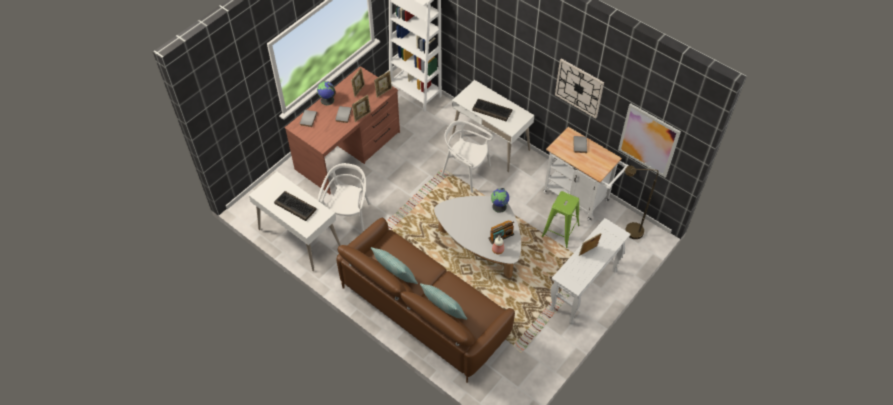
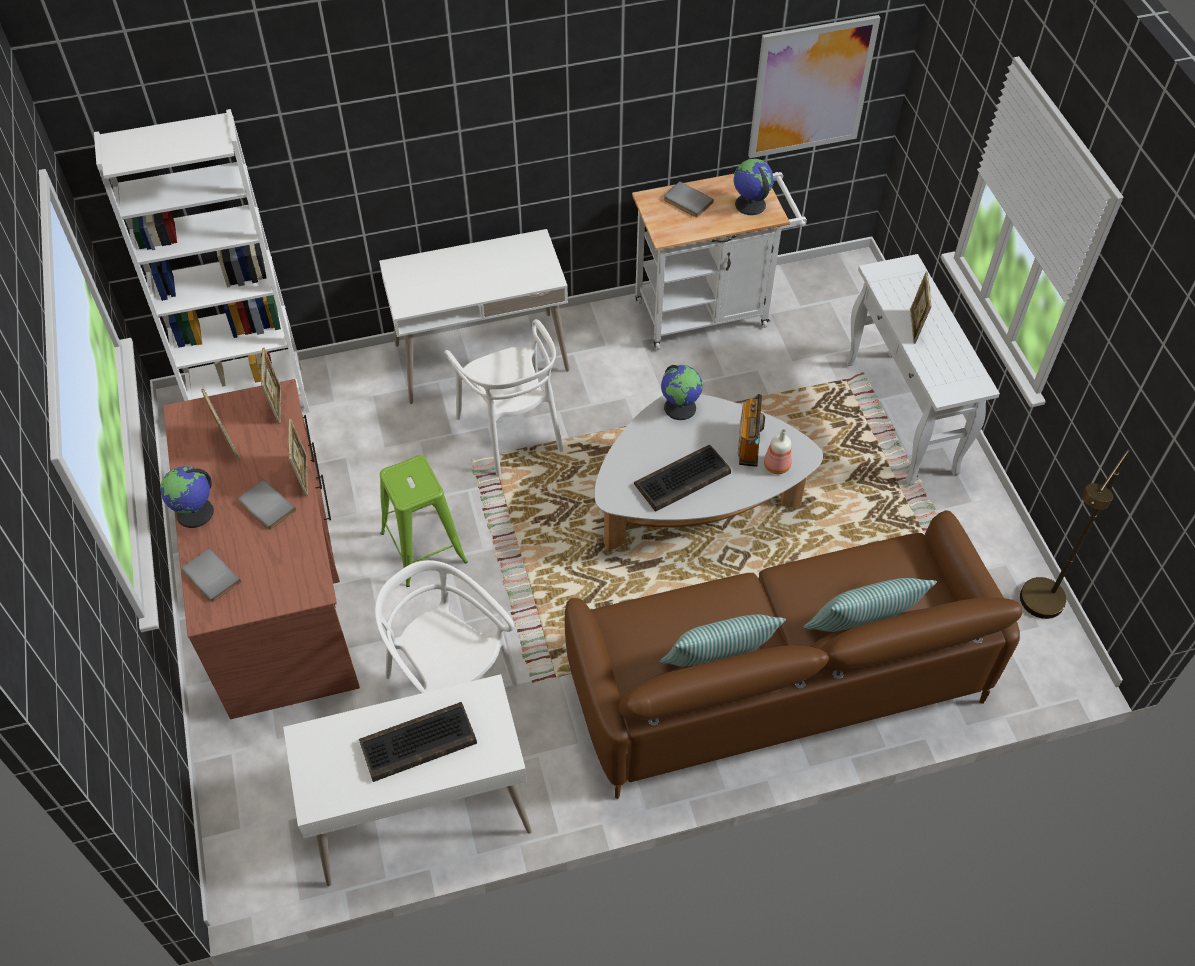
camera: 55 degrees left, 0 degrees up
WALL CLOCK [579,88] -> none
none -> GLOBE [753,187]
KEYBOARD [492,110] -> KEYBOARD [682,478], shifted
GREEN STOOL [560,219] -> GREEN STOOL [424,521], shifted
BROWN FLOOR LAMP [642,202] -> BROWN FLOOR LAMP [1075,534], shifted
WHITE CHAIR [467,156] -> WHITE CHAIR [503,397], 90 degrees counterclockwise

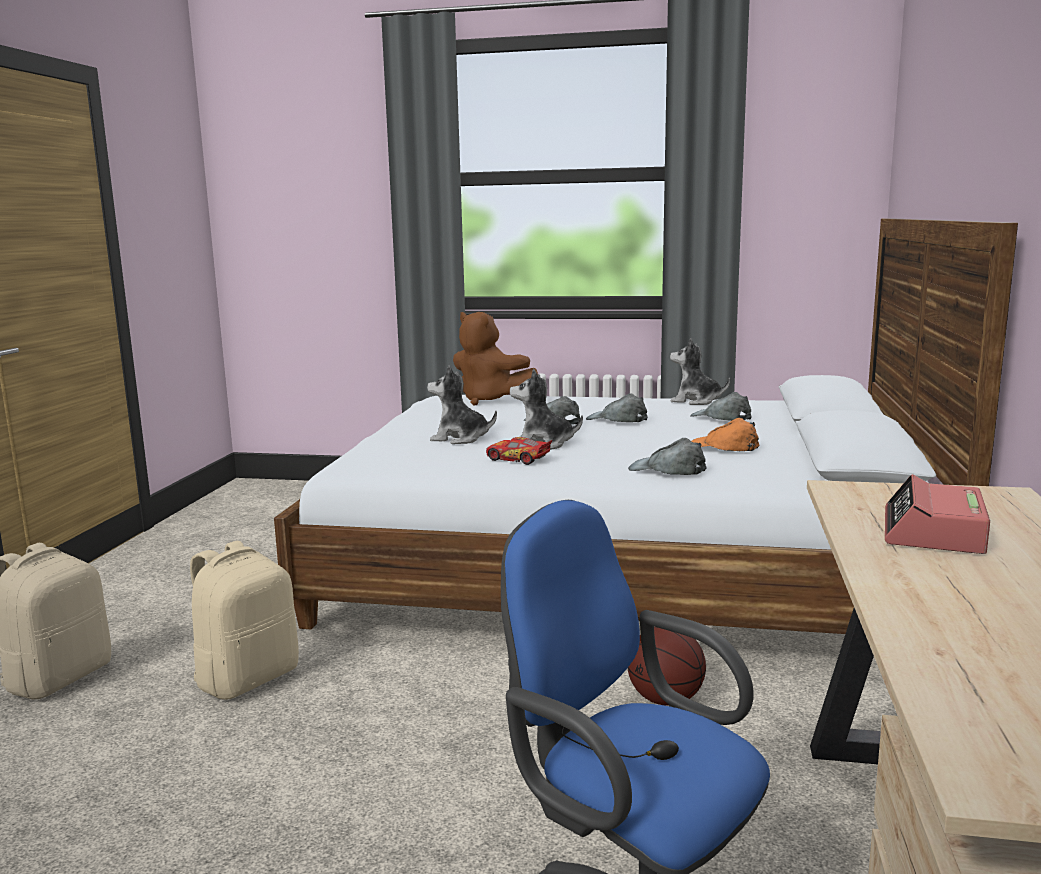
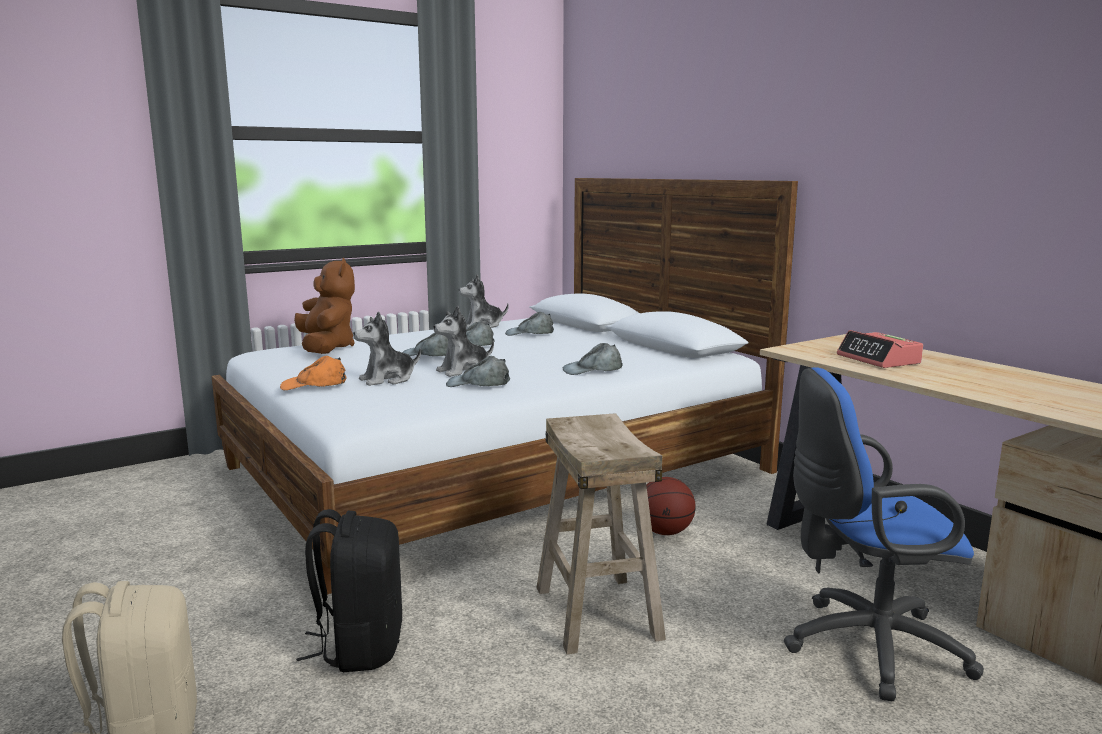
camera: 45 degrees left, 0 degrees up
none -> BEIGE STOOL [601,534]
ORANGE CAP [725,434] -> ORANGE CAP [313,373], shifted
TOY CAR [519,451] -> GREY CAP [478,371]
BEIGE BACKPACK [244,620] -> BLACK BACKPACK [349,590]
BROWN PLUSH TOY [495,359] -> BROWN PLUSH TOY [324,306], 105 degrees counterclockwise

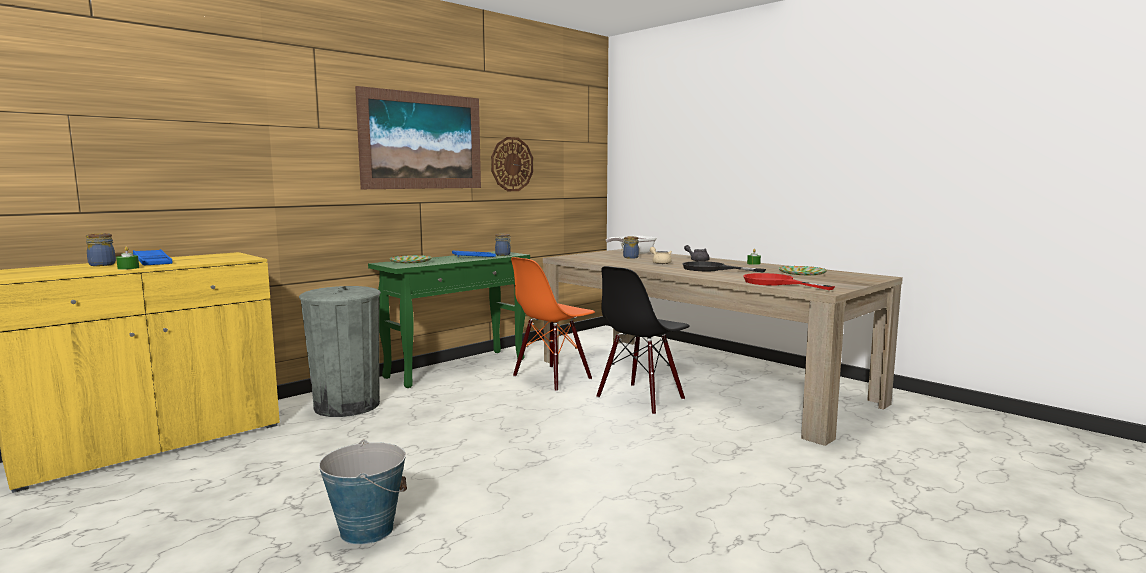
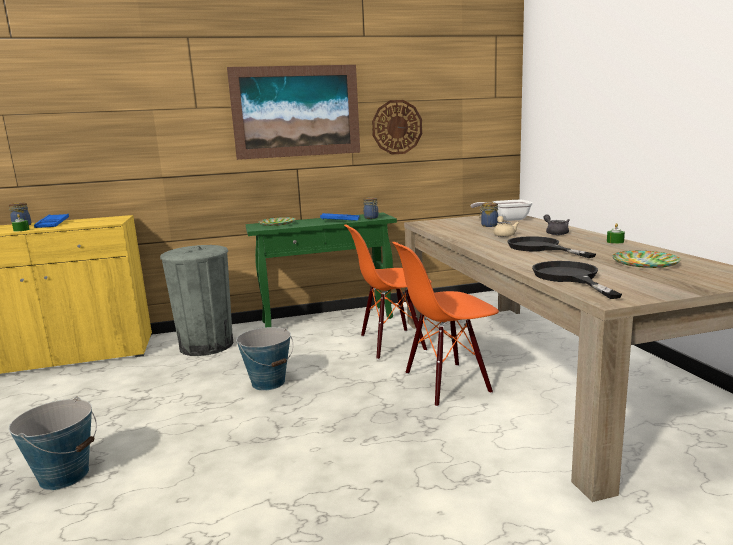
camera: 30 degrees right, 5 degrees up
none -> BUCKET [264,359]
BLACK CHAIR [643,340] -> ORANGE CHAIR [445,324]
RED FRYING PAN [789,281] -> BLACK FRYING PAN [577,280]

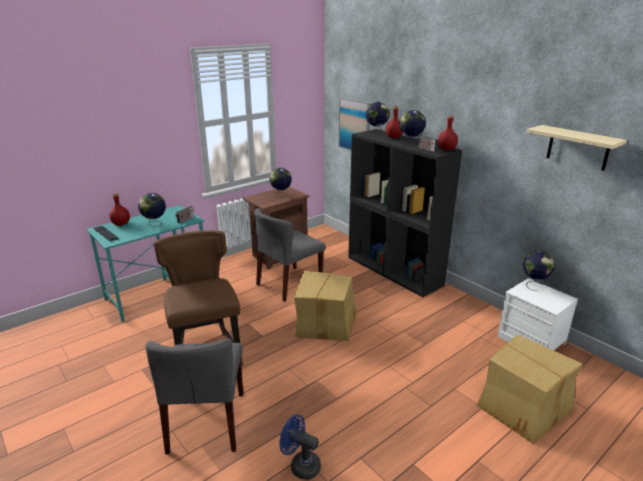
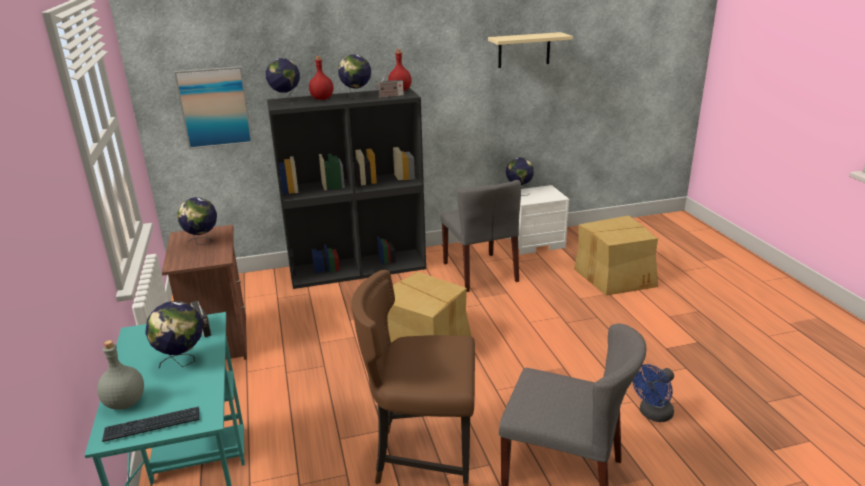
camera: 65 degrees left, 0 degrees up
GREY CHAIR [289,255] -> GREY CHAIR [481,236], shifted
RED BOTTLE [119,209] -> GREY BOTTLE [120,375]

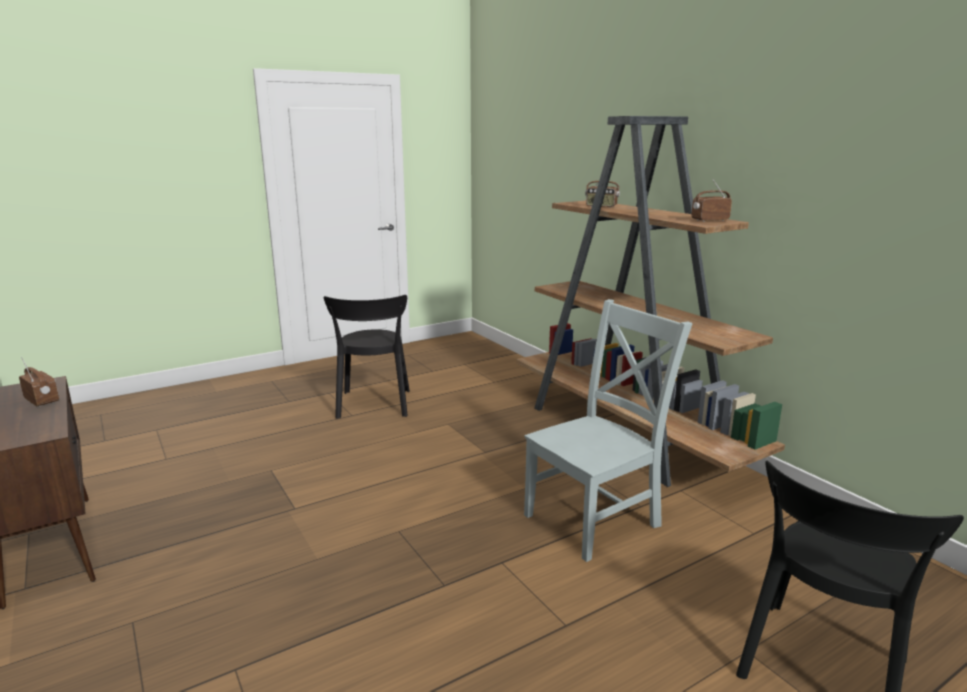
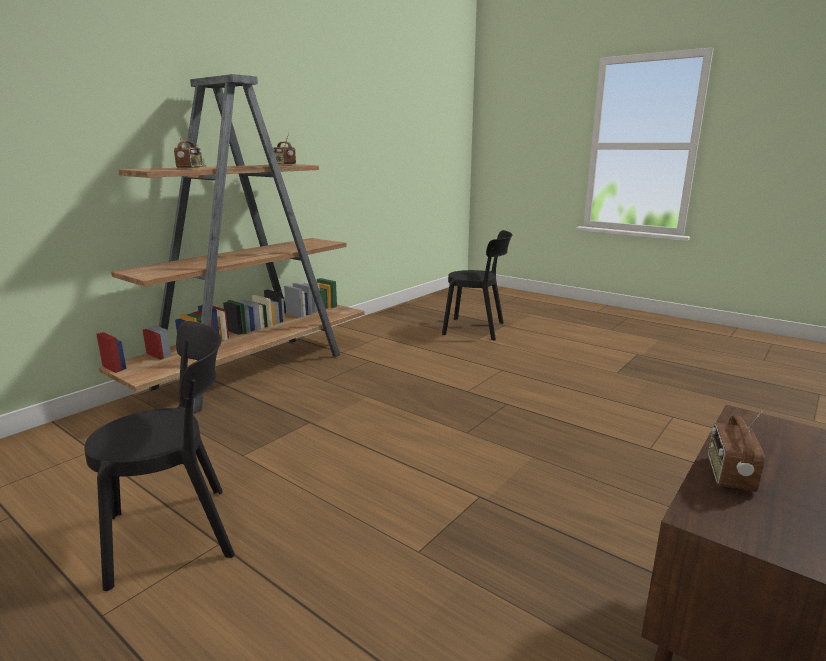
camera: 110 degrees left, 0 degrees up
GREY CHAIR [608,430] -> none

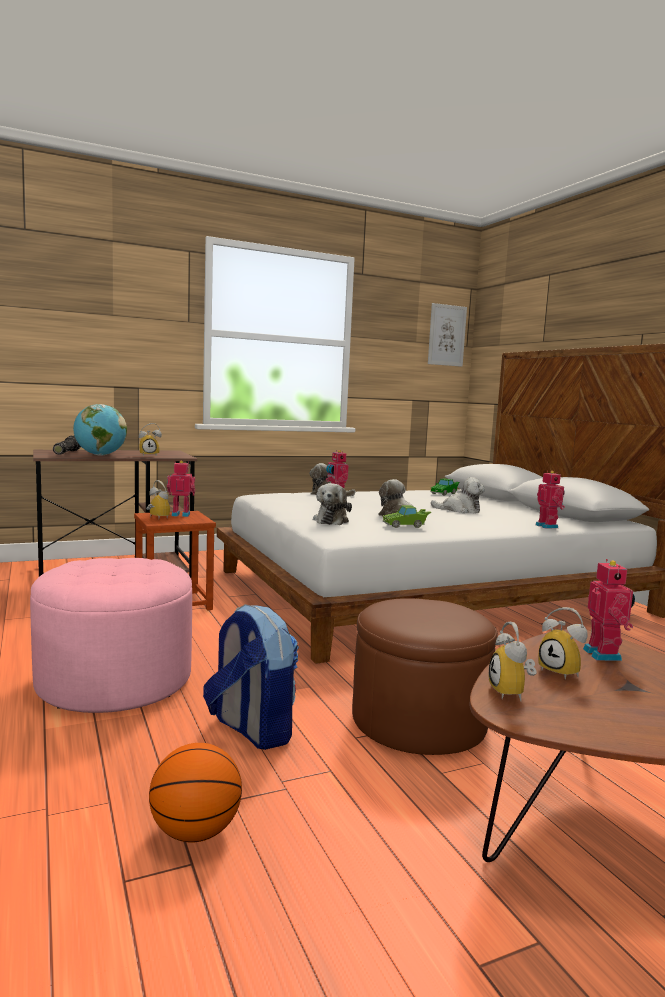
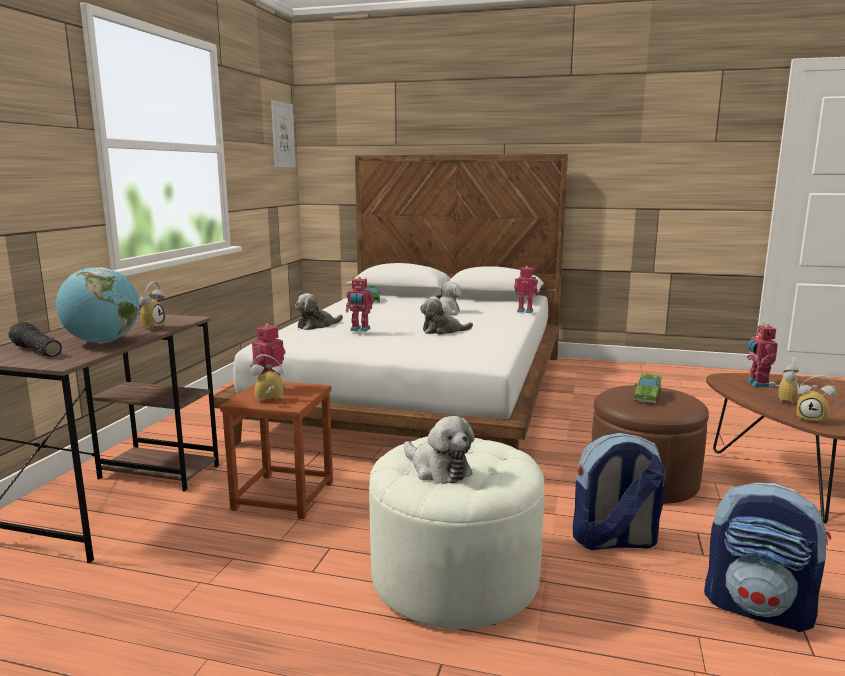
camera: 50 degrees left, 5 degrees up
PLUSH TOY [332,504] -> PLUSH TOY [439,450], shifted
GREEN TOY CAR [407,516] -> GREEN TOY CAR [648,388], shifted
BASKETBALL [195,793] -> BACKPACK [767,557]
PINK OTTOMAN [111,635] -> WHITE OTTOMAN [456,532]
ALARM CLOCK [563,643] -> ALARM CLOCK [784,381], 60 degrees counterclockwise
TOY ROBOT [609,610] -> TOY ROBOT [762,355], 120 degrees counterclockwise

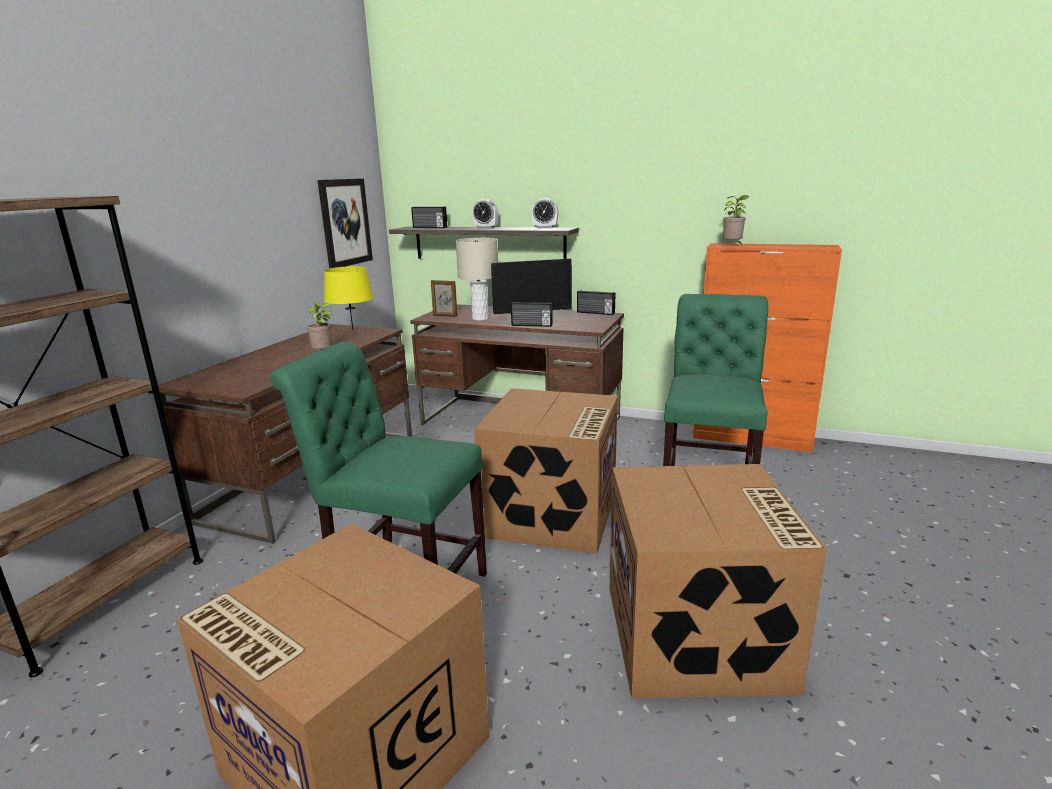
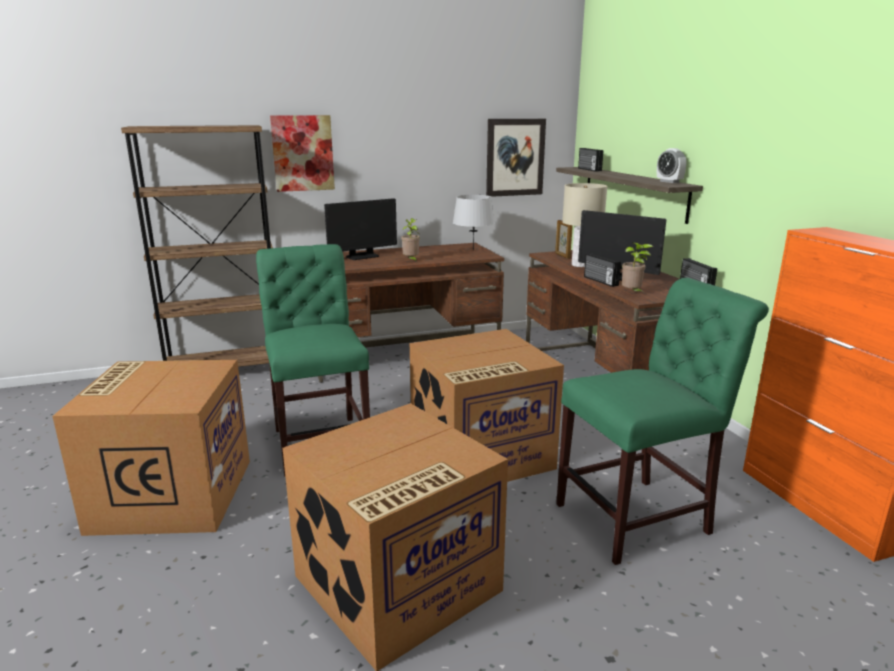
camera: 50 degrees right, 0 degrees up
ALARM CLOCK [485,214] -> none
none -> PICTURE [302,153]
none -> MONITOR [360,229]
POTTED PLANT [736,219] -> POTTED PLANT [637,268], shifted
YELLOW TABLE LAMP [349,298] -> GREY TABLE LAMP [474,222]

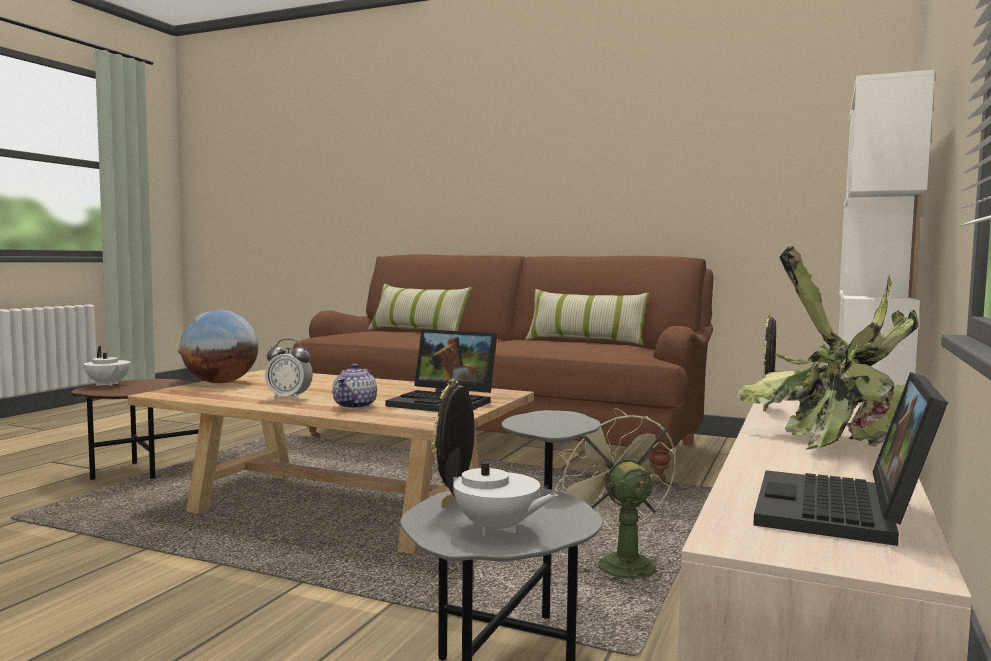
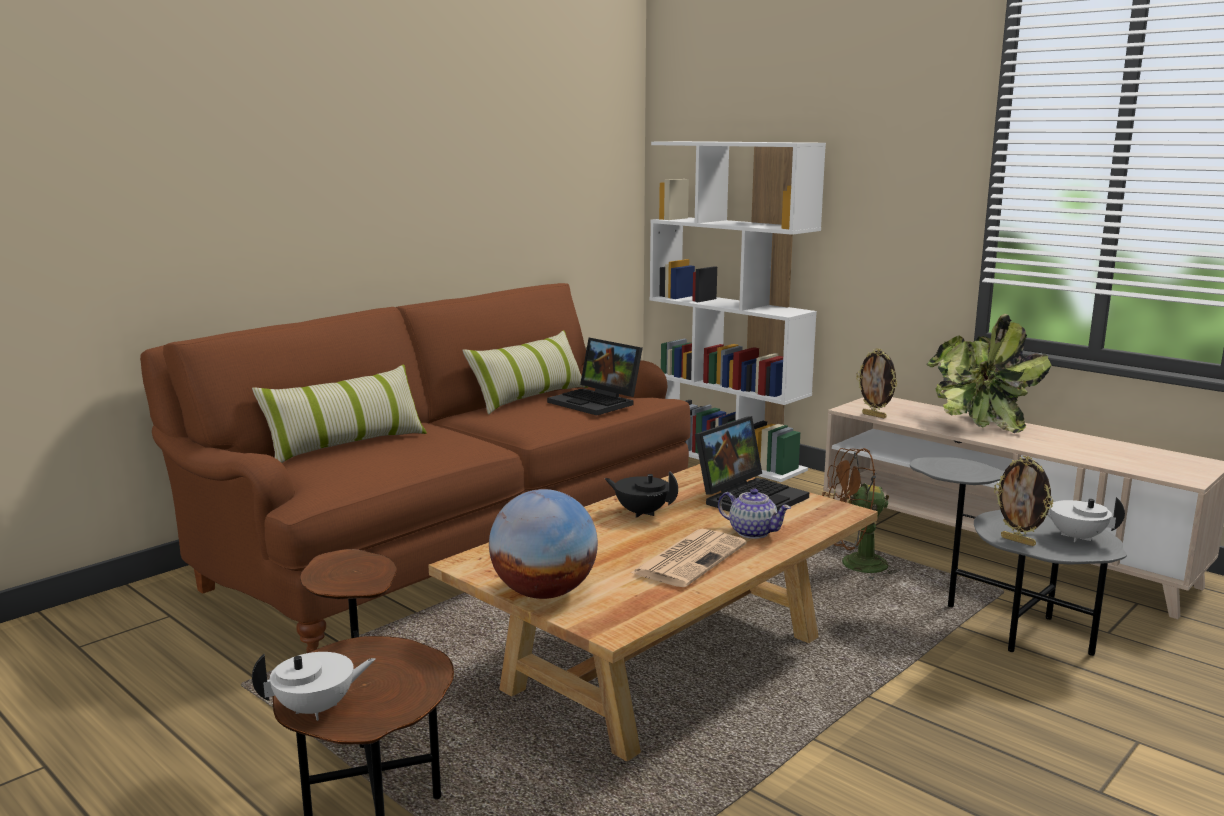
camera: 70 degrees left, 10 degrees up
none -> BLACK TEAPOT [641,494]
LAPTOP [850,459] -> LAPTOP [595,376], shifted
ALARM CLOCK [289,369] -> NEWSPAPER [689,558]
GREEN FAN [615,496] -> BROWN FAN [860,514]
WHITE TEAPOT [502,491] -> WHITE TEAPOT [1086,519], 105 degrees counterclockwise

